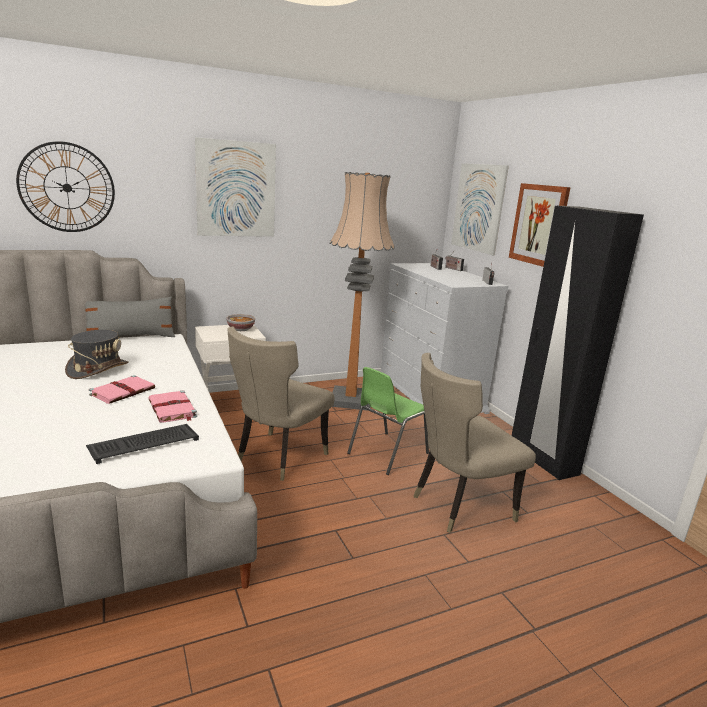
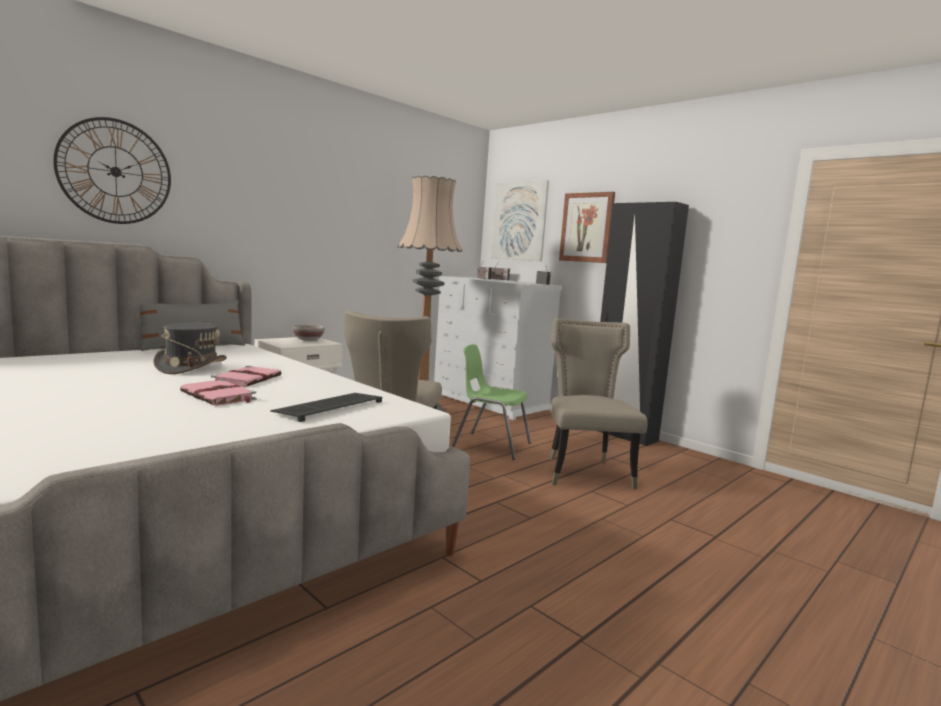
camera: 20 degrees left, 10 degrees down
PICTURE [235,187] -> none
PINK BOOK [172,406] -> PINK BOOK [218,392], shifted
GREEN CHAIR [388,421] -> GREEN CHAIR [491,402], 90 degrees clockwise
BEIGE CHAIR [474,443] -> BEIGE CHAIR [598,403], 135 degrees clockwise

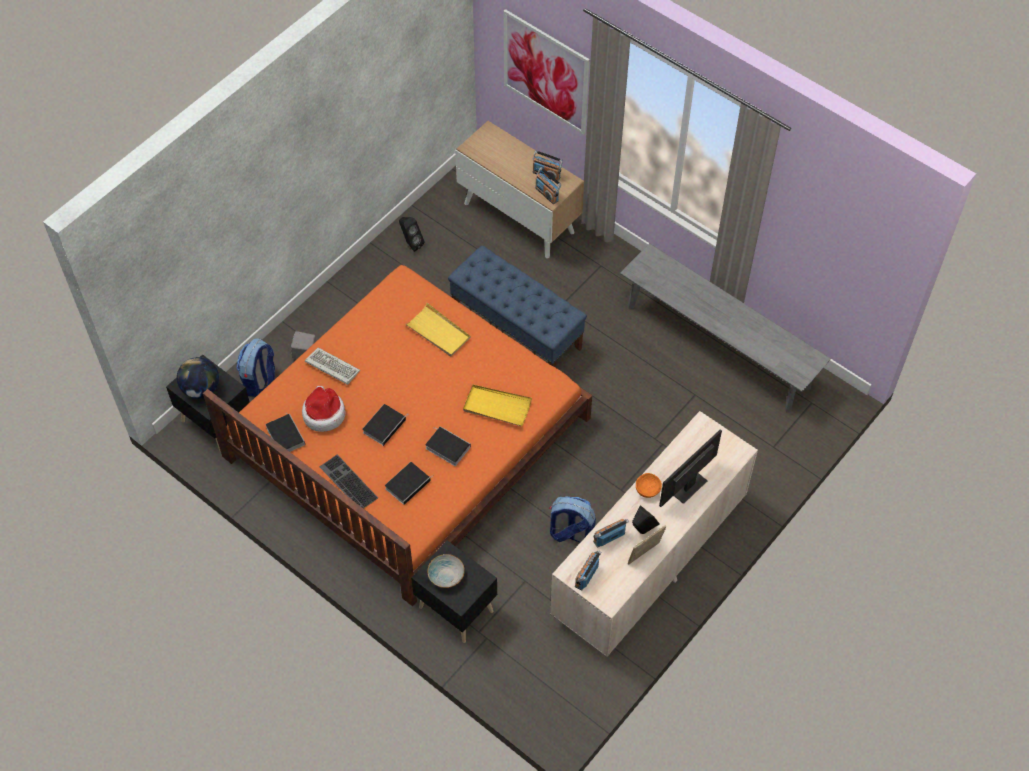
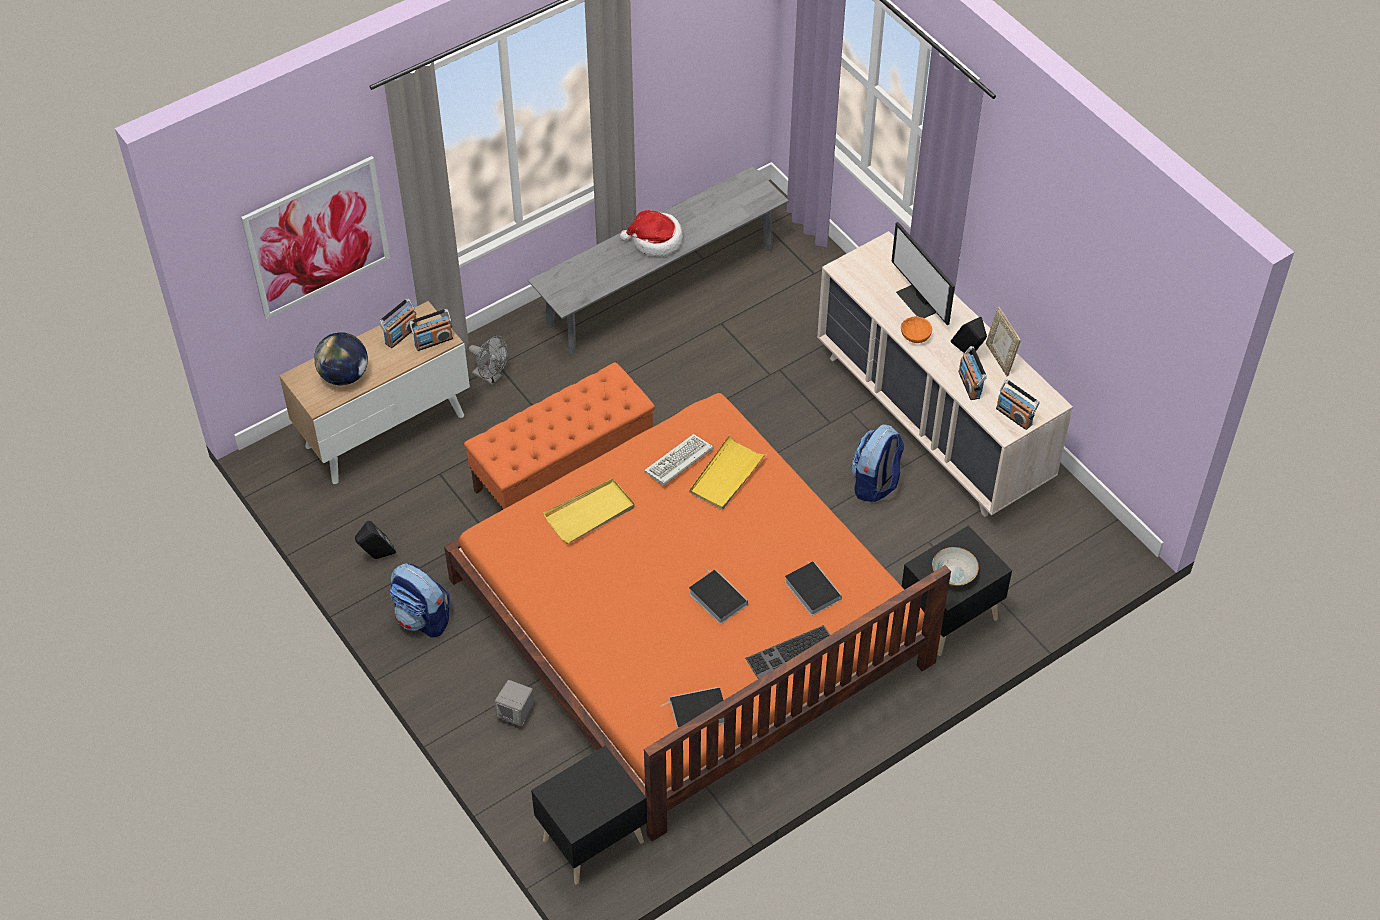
camera: 75 degrees left, 5 degrees down
BOOK [448,446] -> none
none -> GREY FAN [488,361]
GLOBE [198,378] -> GLOBE [341,358], shifted
BACKPACK [255,368] -> BACKPACK [420,600], shifted
HAT [323,409] -> HAT [651,233], shifted
KEYBOARD [332,366] -> KEYBOARD [679,460], shifted
BLUE BENCH [517,306] -> ORANGE BENCH [559,436]

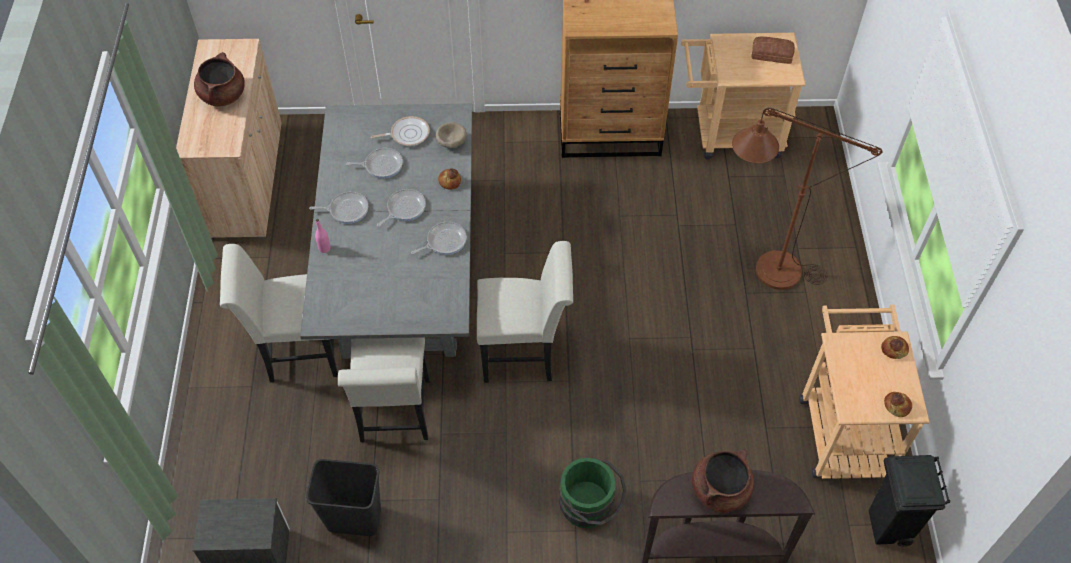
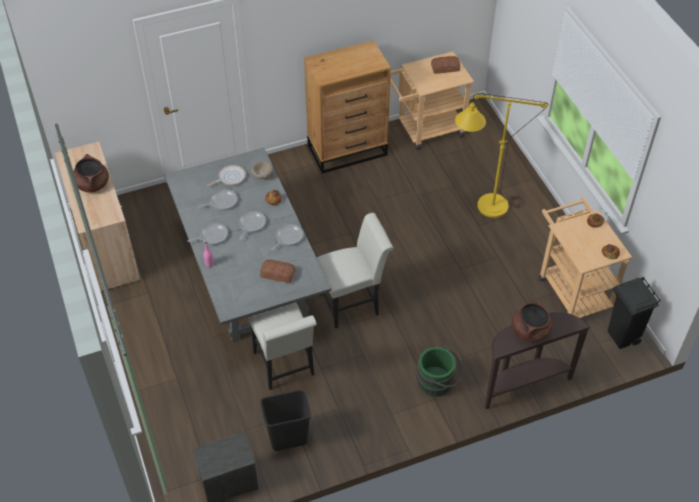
camera: 20 degrees left, 5 degrees down
WHITE CHAIR [279,313] -> none
none -> BREAD [278,271]
BROWN FLOOR LAMP [807,199] -> YELLOW FLOOR LAMP [501,155]

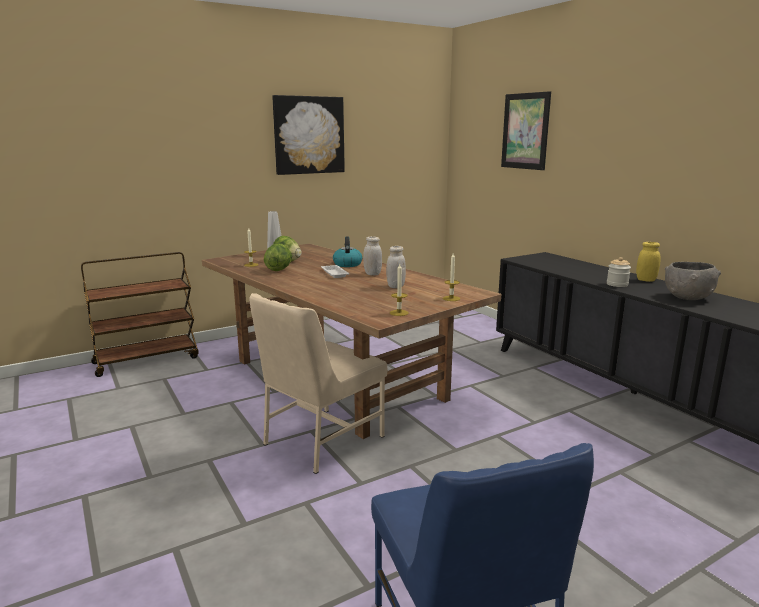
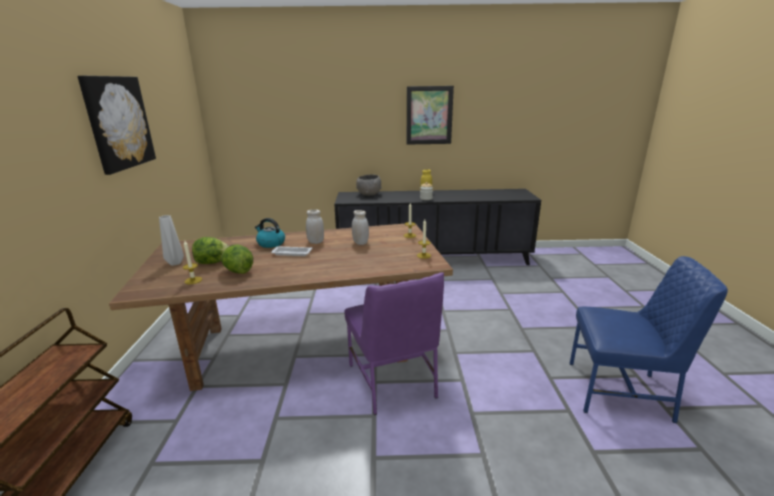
camera: 60 degrees left, 5 degrees up
PICTURE [526,130] -> PICTURE [430,115], shifted
GREY BOWL [693,281] -> GREY BOWL [369,185], shifted
BEIGE CHAIR [318,383] -> PURPLE CHAIR [394,343]

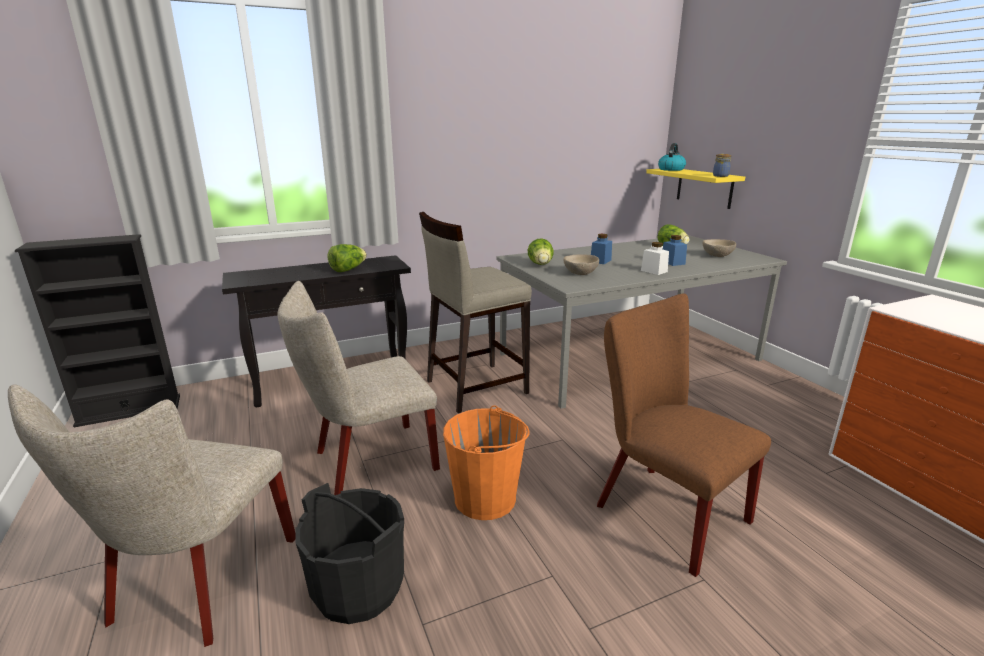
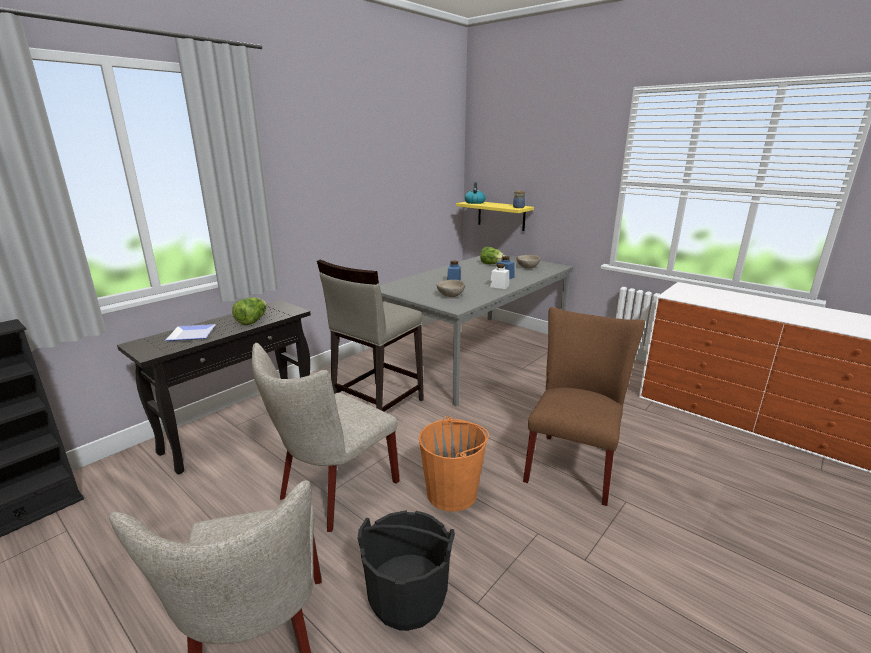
camera: 25 degrees left, 0 degrees up
LETTUCE [541,251] -> none
none -> PLATE [190,332]
BROWN CHAIR [684,435] -> BROWN CHAIR [584,406], 90 degrees clockwise

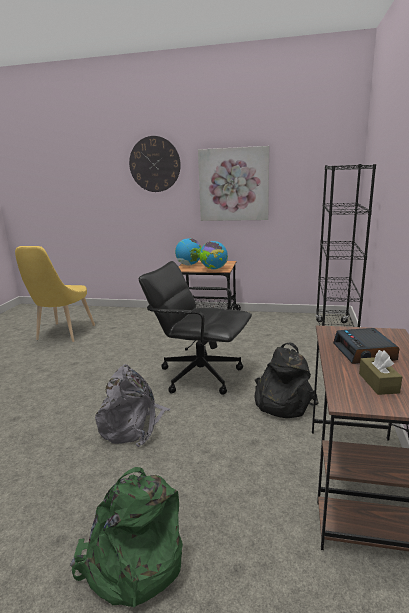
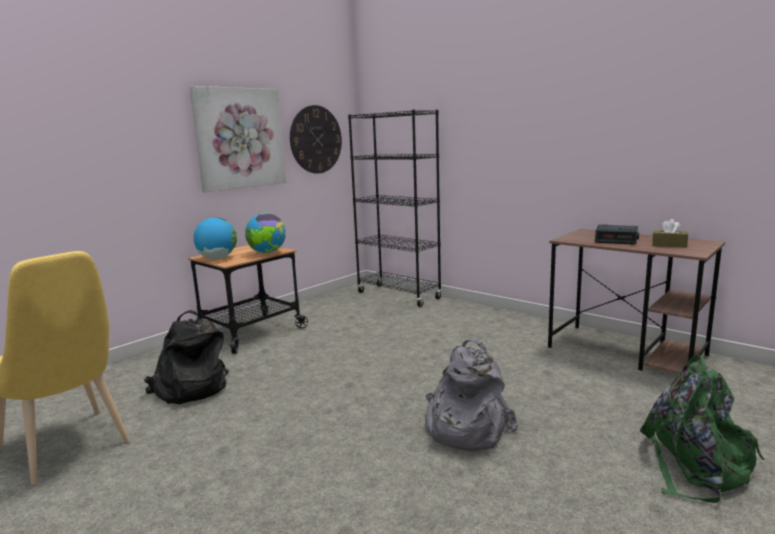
camera: 60 degrees left, 5 degrees down
BLACK OFFICE CHAIR [195,328] -> none
WALL CLOCK [155,164] -> WALL CLOCK [316,139], shifted
BLACK BACKPACK [286,380] -> BLACK BACKPACK [186,357], shifted

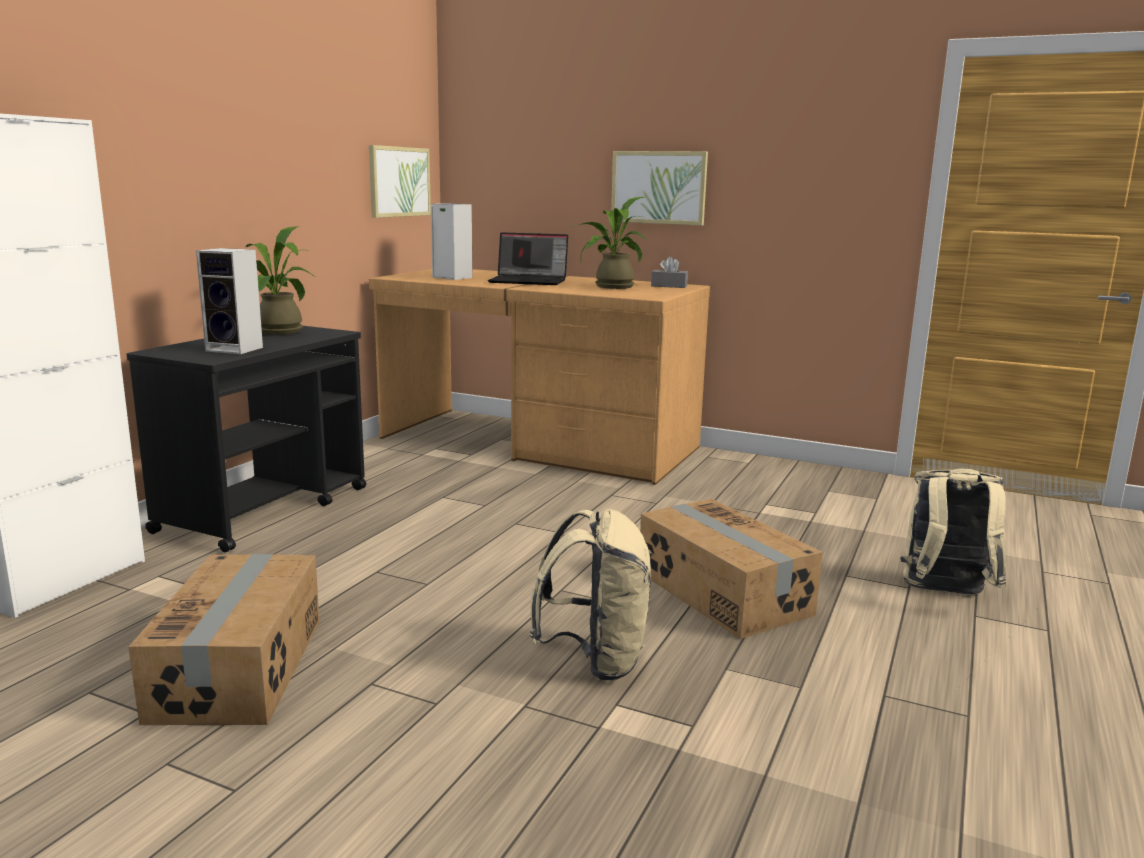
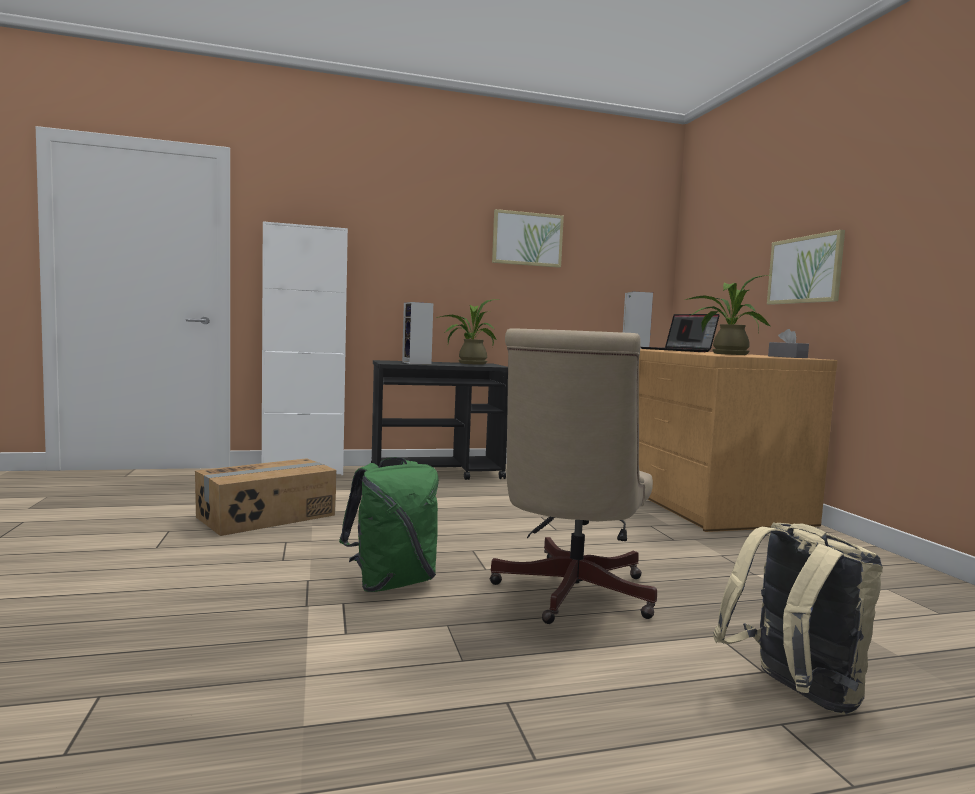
camera: 50 degrees right, 10 degrees down
PICTURE [400,181] -> PICTURE [528,238], shifted
CARDBOARD BOX [731,569] -> BEIGE OFFICE CHAIR [573,476]
BEIGE BACKPACK [590,595] -> GREEN BACKPACK [389,524]

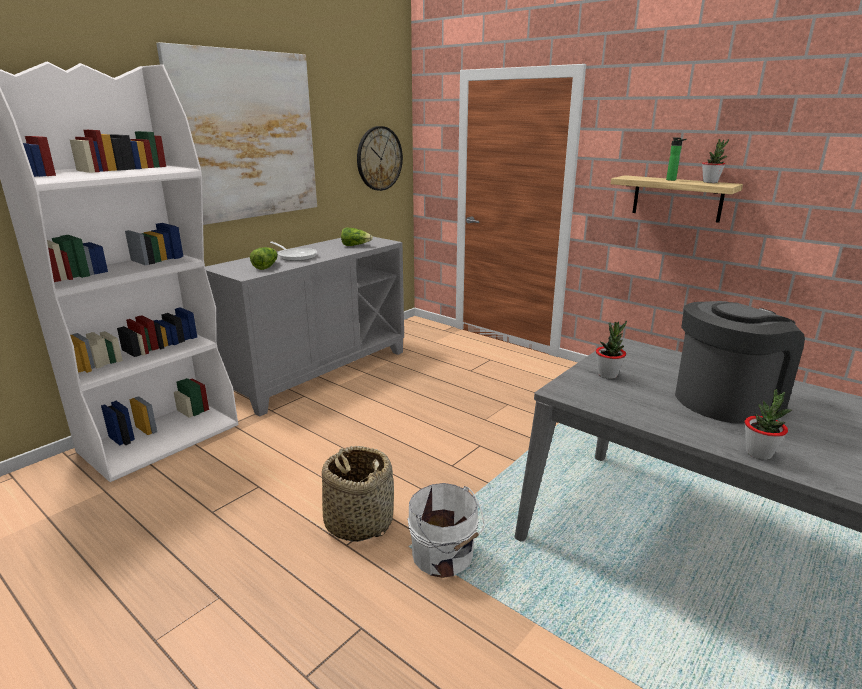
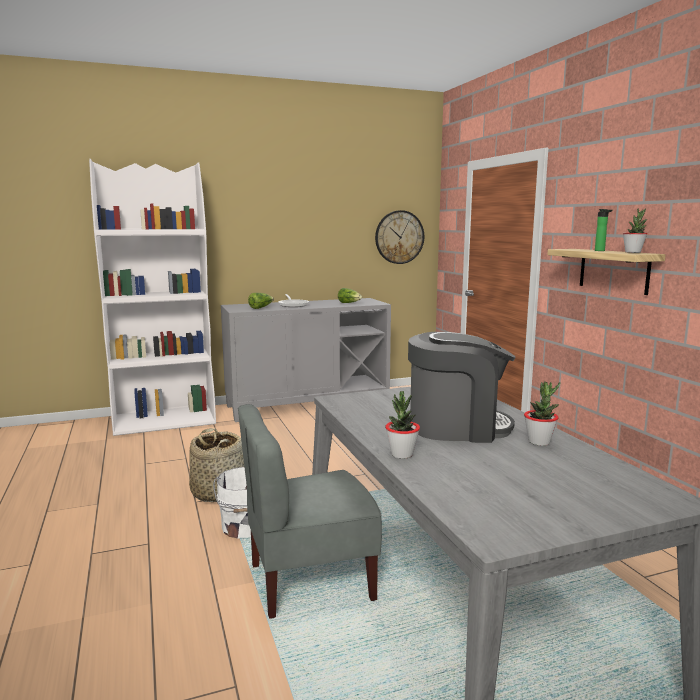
camera: 30 degrees right, 10 degrees down
PICTURE [236,133] -> none
none -> GREY CHAIR [310,511]
POTTED PLANT [611,350] -> POTTED PLANT [542,413], shifted

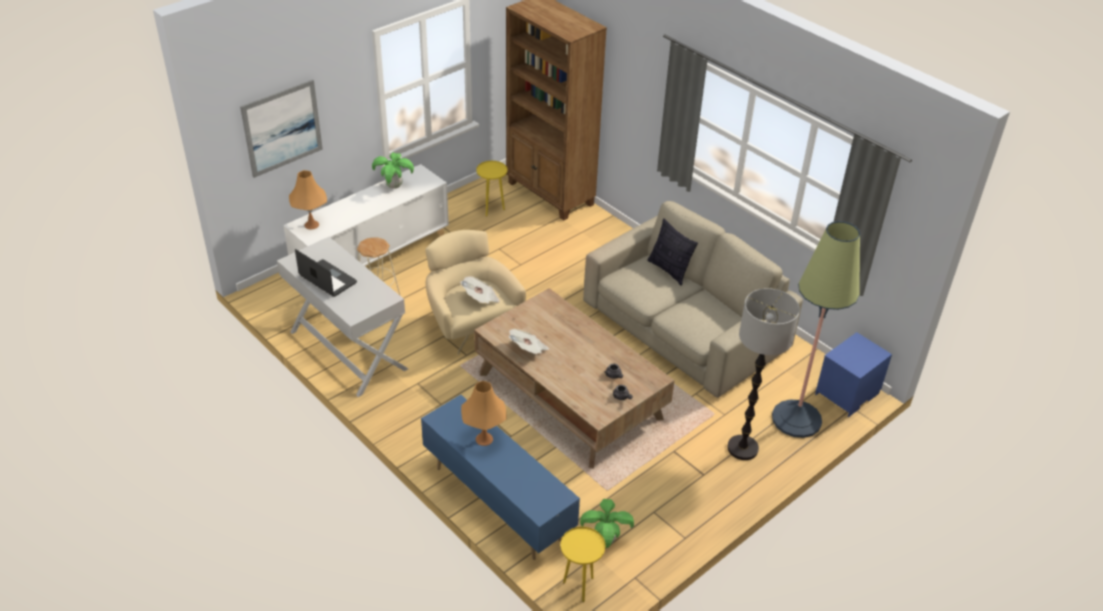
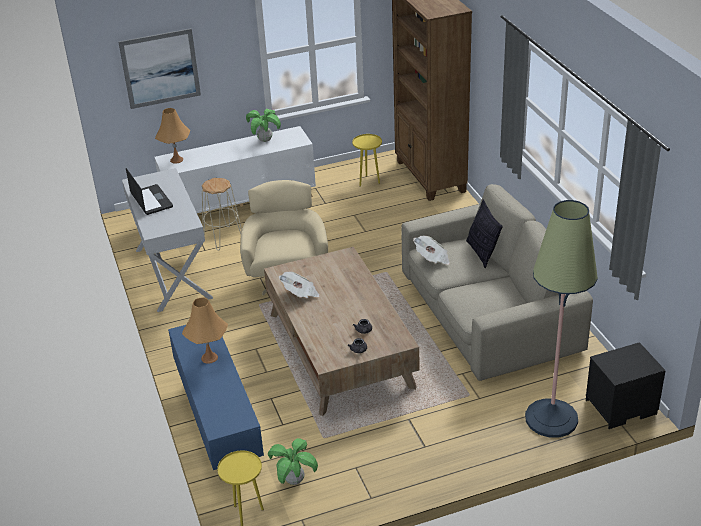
camera: 25 degrees right, 5 degrees down
FLOOR LAMP [763,374] -> none
NEWSPAPER [480,290] -> NEWSPAPER [431,250], shifted
BLUE NIGHTSTAND [853,374] -> BLACK NIGHTSTAND [625,385]

